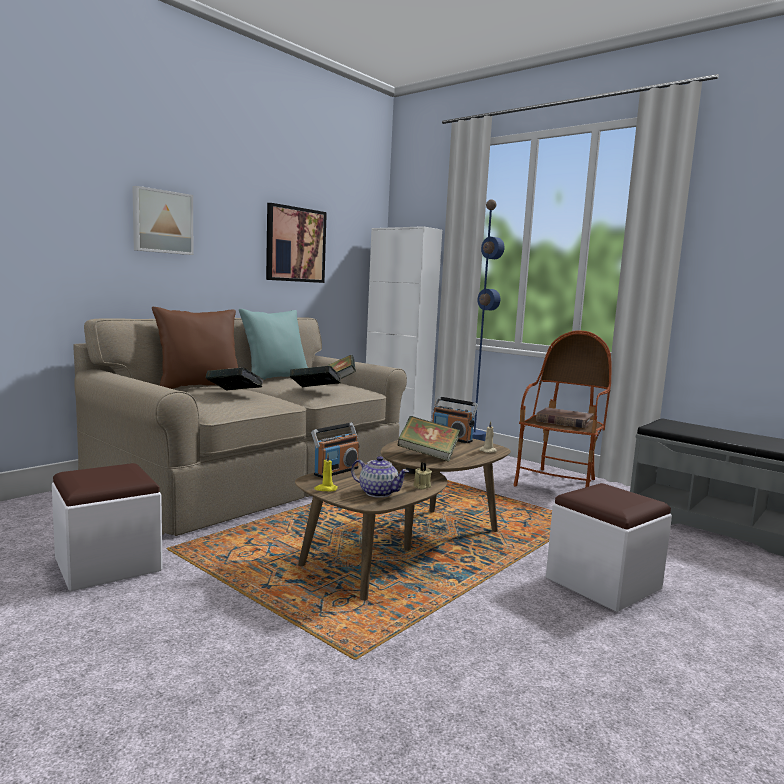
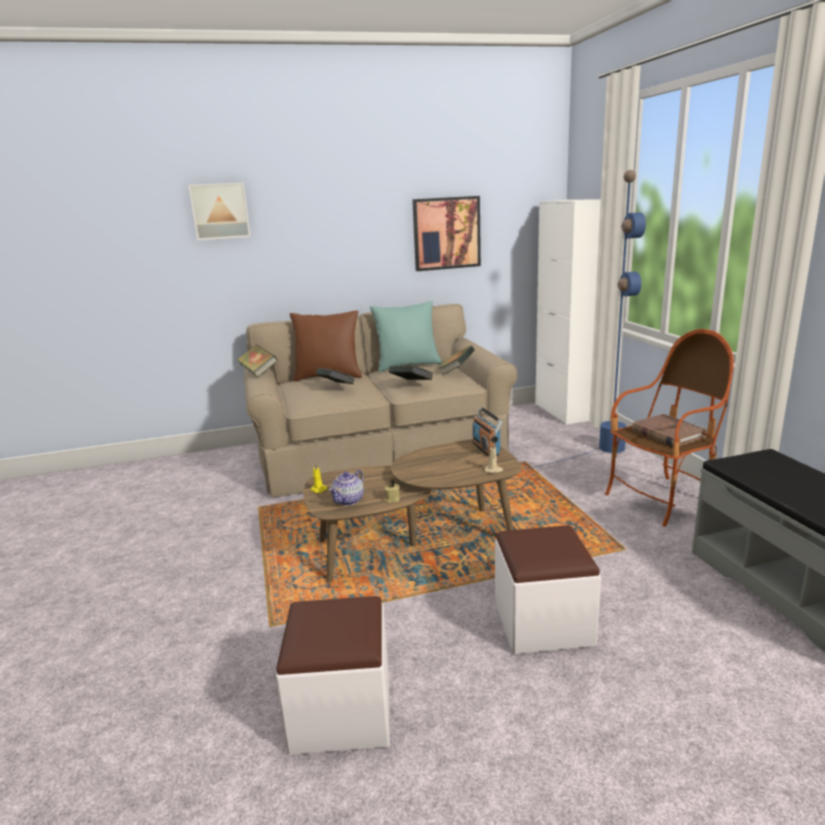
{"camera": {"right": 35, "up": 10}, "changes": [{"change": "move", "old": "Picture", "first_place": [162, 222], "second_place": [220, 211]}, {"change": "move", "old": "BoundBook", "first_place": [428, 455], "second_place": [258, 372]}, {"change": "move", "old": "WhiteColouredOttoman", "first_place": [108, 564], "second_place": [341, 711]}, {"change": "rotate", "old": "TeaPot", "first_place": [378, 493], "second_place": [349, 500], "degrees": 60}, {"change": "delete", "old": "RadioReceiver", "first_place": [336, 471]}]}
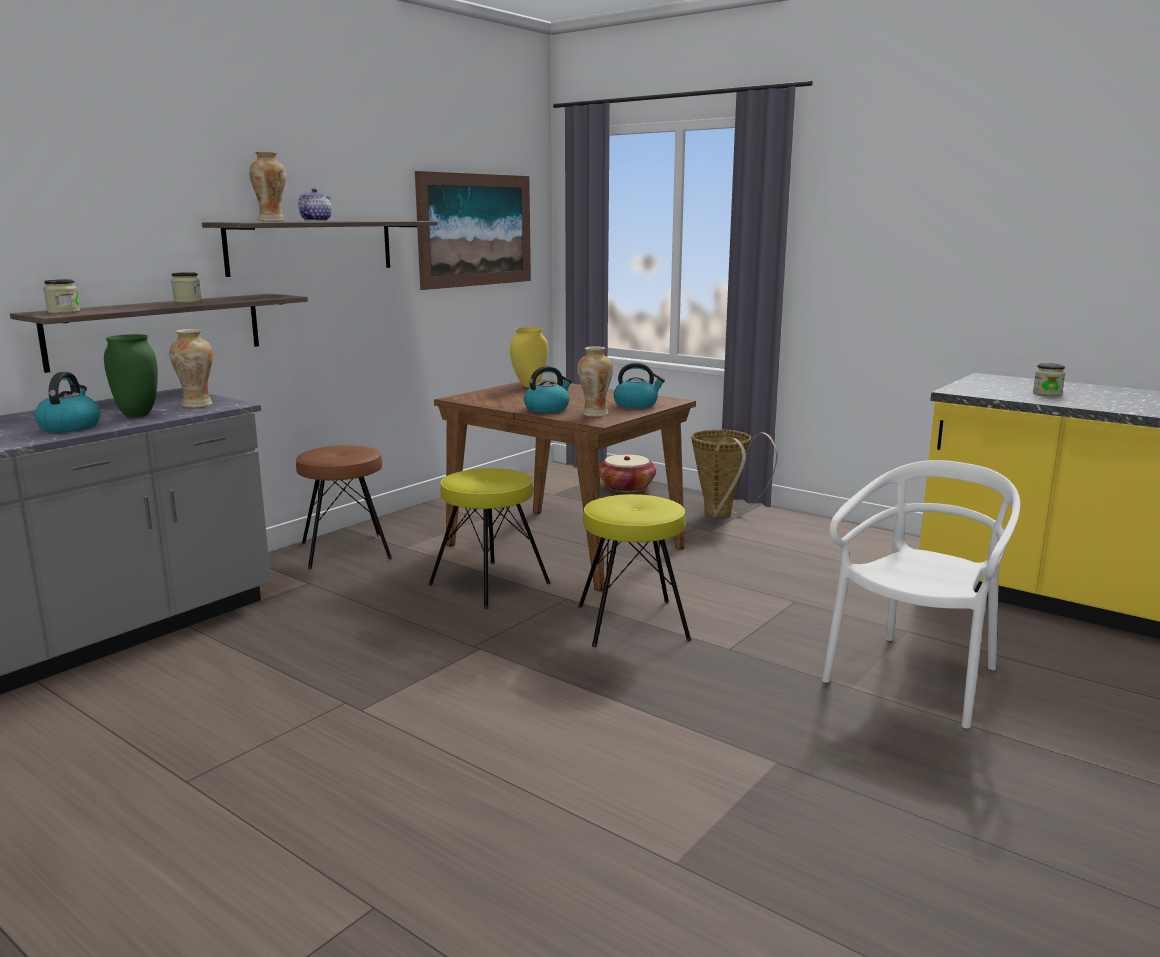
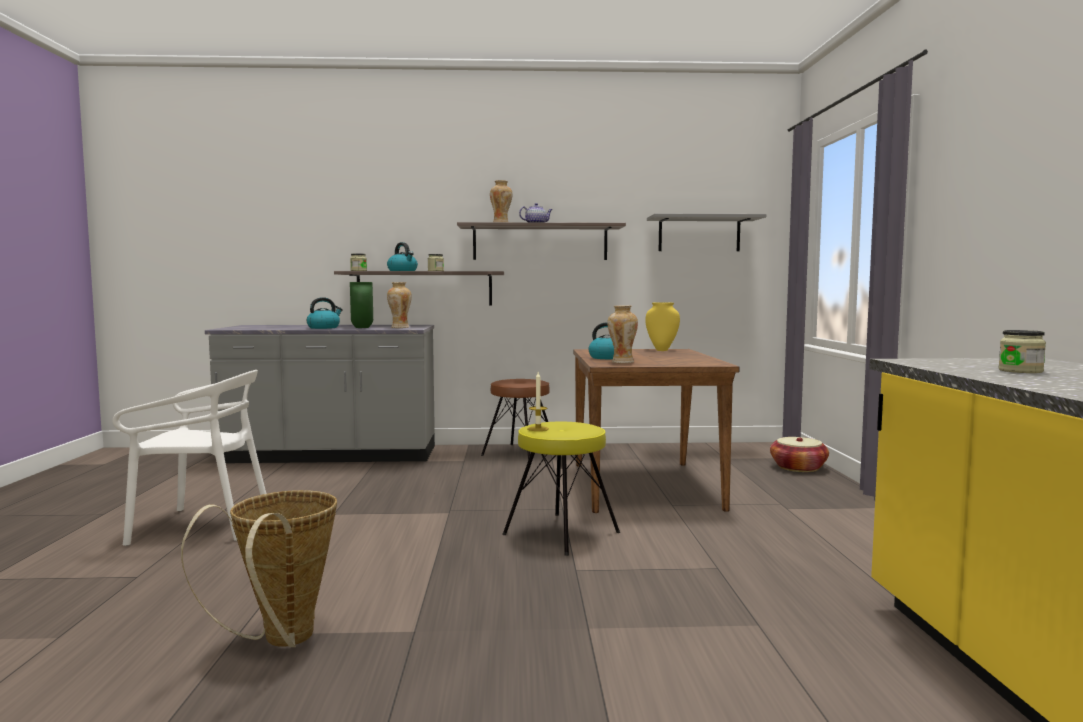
{"camera": {"right": 50, "up": -10}, "changes": [{"change": "move", "old": "WhiteColouredChair", "first_place": [916, 679], "second_place": [201, 526]}, {"change": "move", "old": "StorageBasket", "first_place": [722, 515], "second_place": [281, 642]}, {"change": "move", "old": "WaterKettle", "first_place": [636, 404], "second_place": [403, 271]}, {"change": "insert", "new": "WaxLight", "second_place": [538, 429]}, {"change": "replace", "old": "Picture", "new": "GrayWallShelf", "first_place": [476, 230], "second_place": [699, 234]}, {"change": "delete", "old": "YellowColouredSittingStool", "first_place": [488, 584]}]}
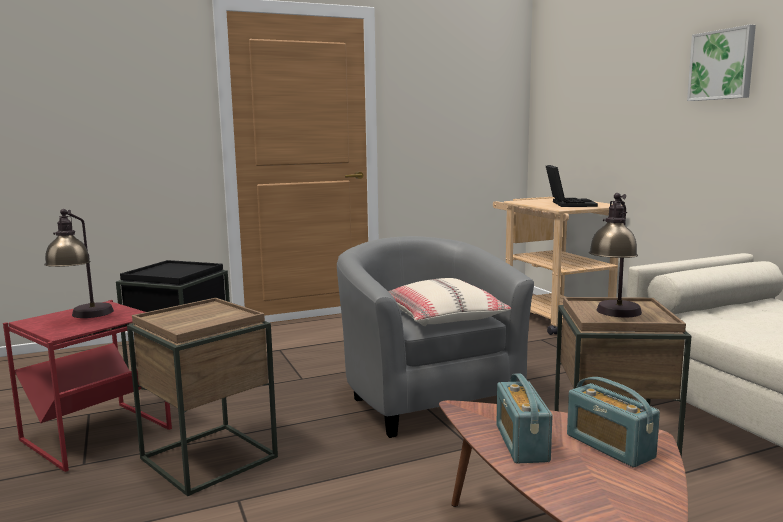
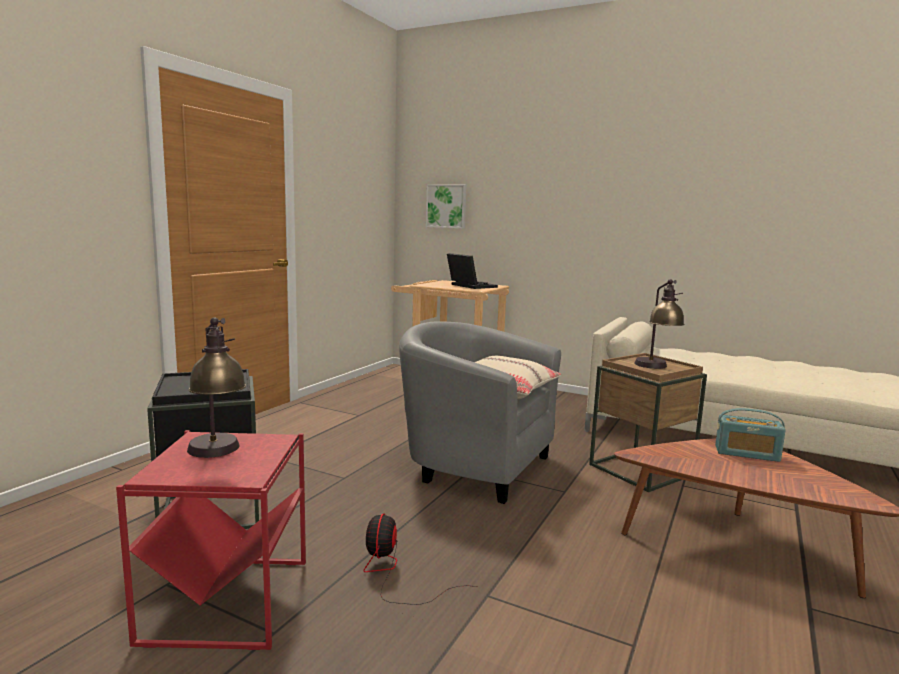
{"camera": {"right": -40, "up": 0}, "changes": [{"change": "replace", "old": "BrownishEndTable", "new": "CoolingFan", "first_place": [209, 457], "second_place": [394, 573]}, {"change": "move", "old": "Picture", "first_place": [722, 65], "second_place": [446, 206]}, {"change": "delete", "old": "RadioReceiver", "first_place": [521, 443]}]}
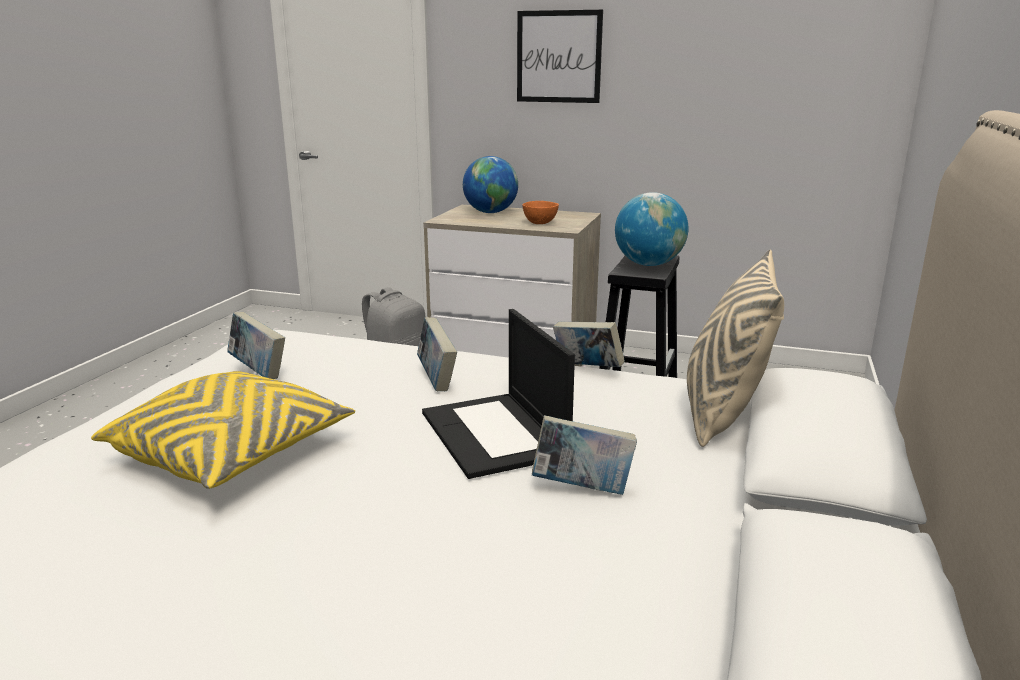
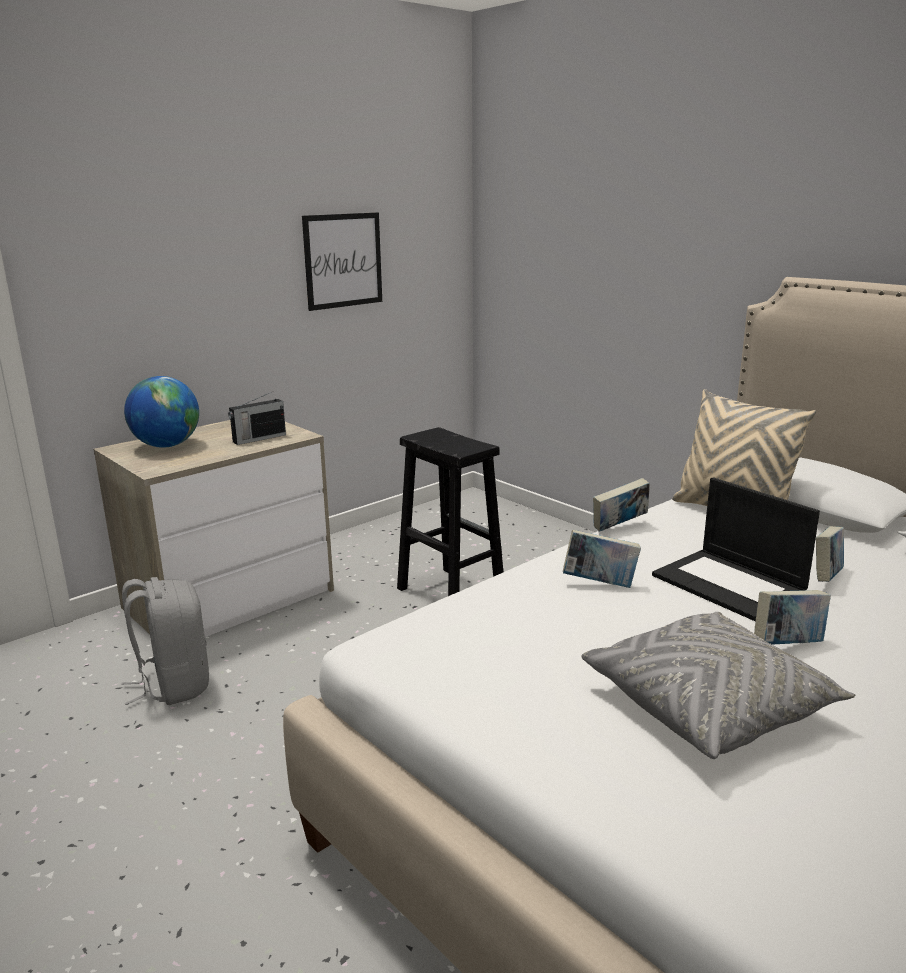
{"camera": {"right": -60, "up": 0}, "changes": [{"change": "replace", "old": "OrangeyDeepDish", "new": "RadioReceiver", "first_place": [540, 223], "second_place": [258, 438]}, {"change": "move", "old": "Picture", "first_place": [559, 57], "second_place": [343, 260]}, {"change": "recolor", "old": "YellowColouredCushion", "new": "GrayCushion", "first_place": [233, 454], "second_place": [709, 705]}, {"change": "rotate", "old": "Laptop", "first_place": [495, 434], "second_place": [730, 584], "degrees": 45}, {"change": "move", "old": "BoundBook", "first_place": [258, 371], "second_place": [787, 645]}, {"change": "delete", "old": "DeskGlobe", "first_place": [648, 264]}]}
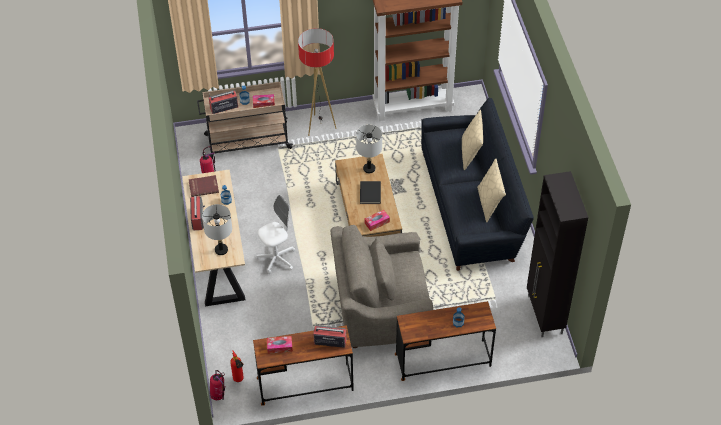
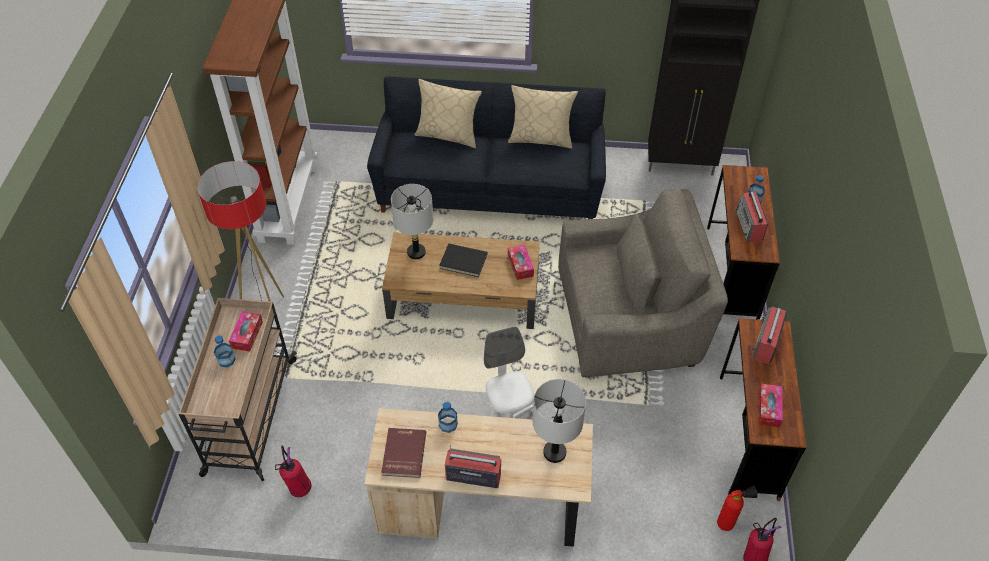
{"camera": {"right": -75, "up": 0}, "changes": [{"change": "rotate", "old": "GrayArmchair", "first_place": [381, 306], "second_place": [630, 317], "degrees": -105}, {"change": "move", "old": "RadioReceiver", "first_place": [223, 107], "second_place": [749, 226]}]}
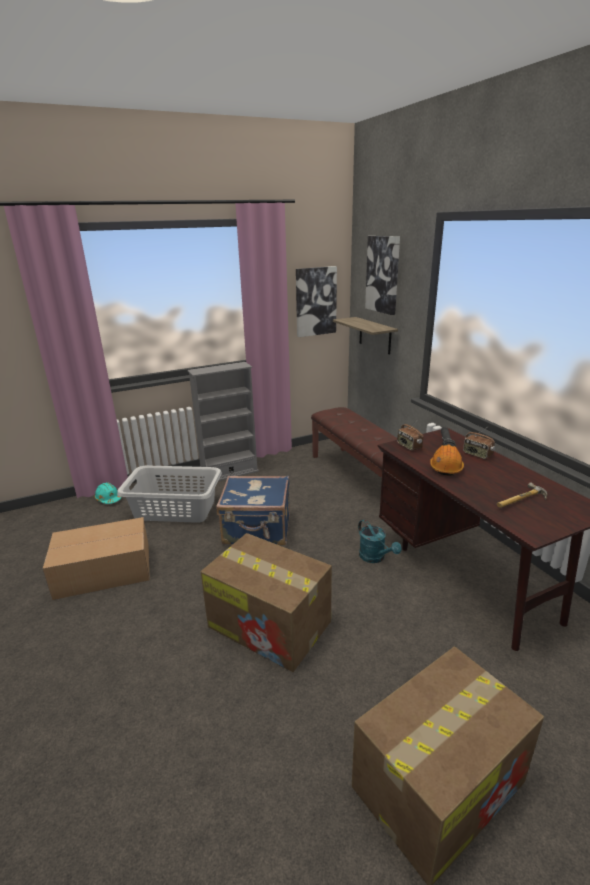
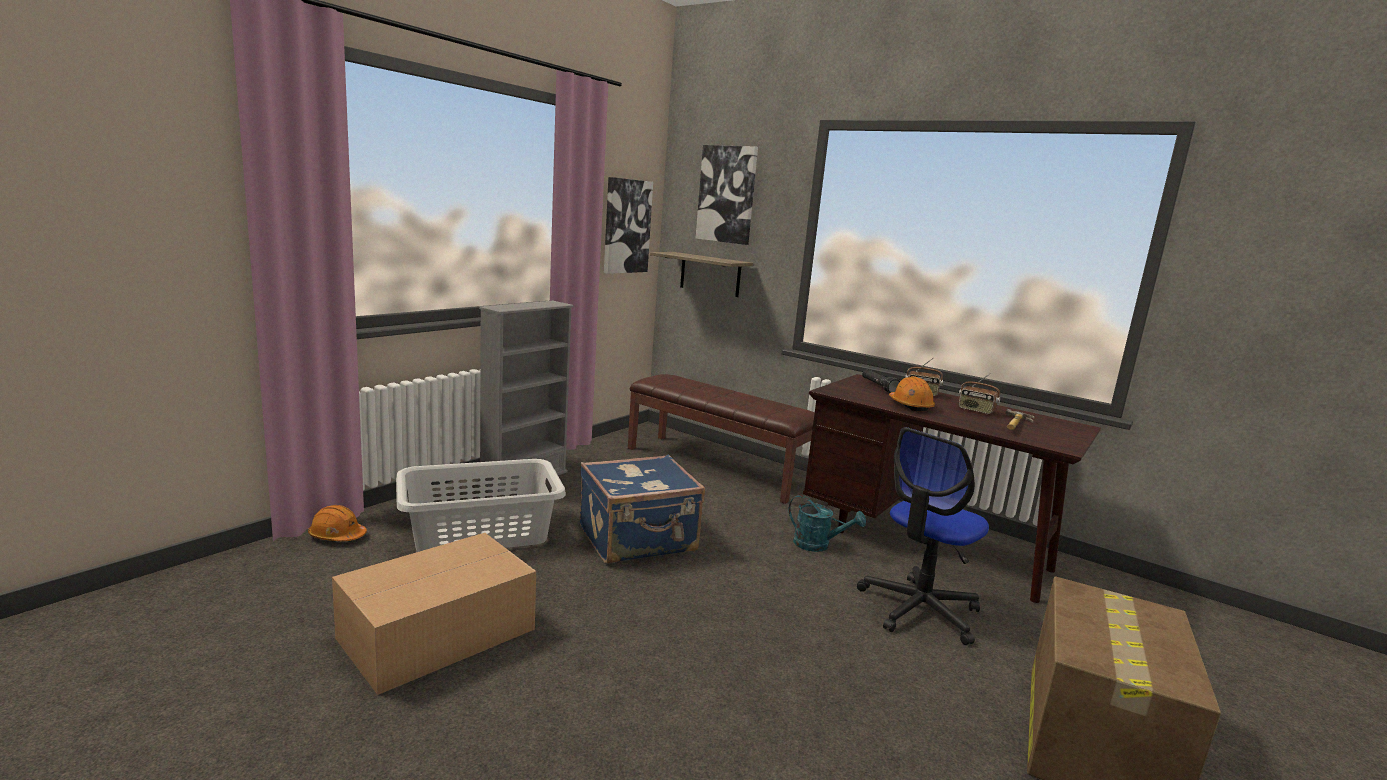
{"camera": {"right": -30, "up": -10}, "changes": [{"change": "recolor", "old": "BlueGreenWorkHelmet", "new": "OrangeyWorkHelmet", "first_place": [108, 499], "second_place": [337, 536]}, {"change": "insert", "new": "OfficeChair", "second_place": [919, 610]}, {"change": "move", "old": "RadioReceiver", "first_place": [408, 446], "second_place": [976, 410]}, {"change": "delete", "old": "PackingBox", "first_place": [271, 625]}]}
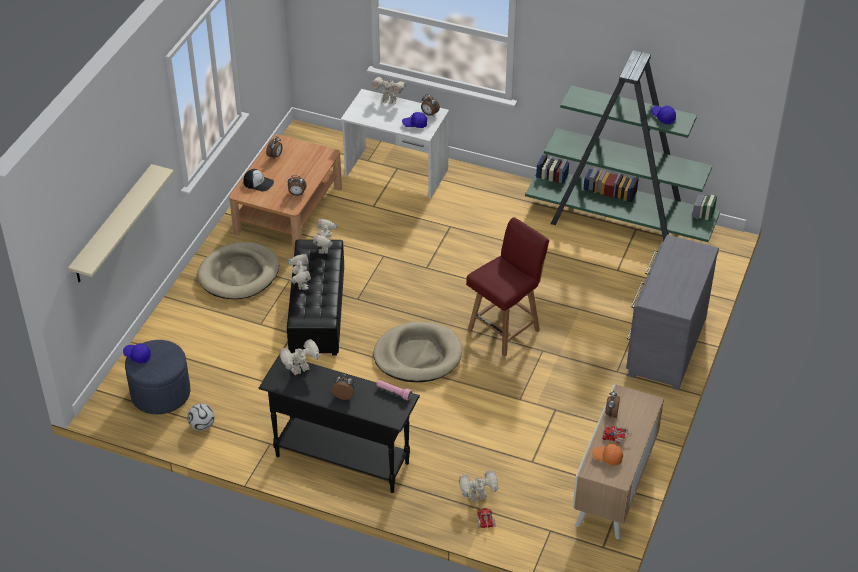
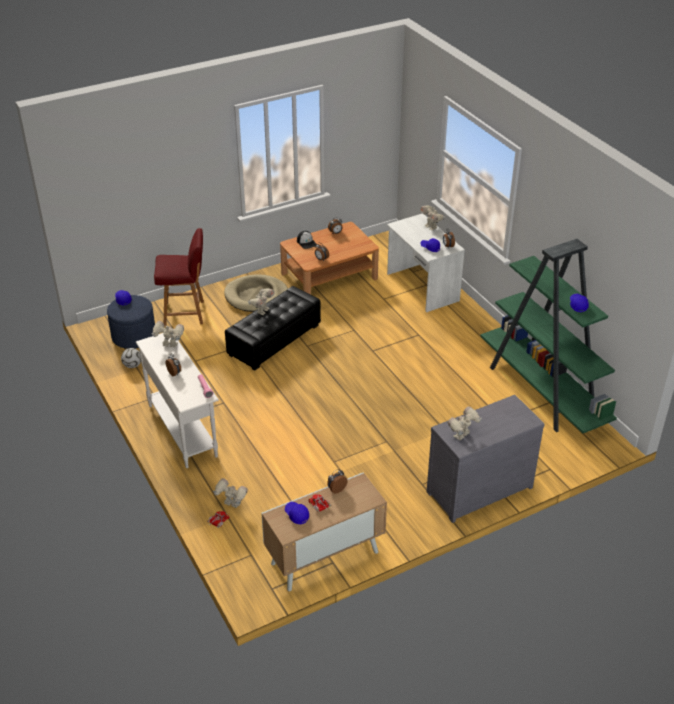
{"camera": {"right": 40, "up": -5}, "changes": [{"change": "recolor", "old": "BlackColouredConsoleTable", "new": "WhiteColouredConsoleTable", "first_place": [342, 459], "second_place": [182, 430]}, {"change": "move", "old": "RedChair", "first_place": [505, 329], "second_place": [185, 313]}, {"change": "recolor", "old": "OrangeyBaseballCap", "new": "BlueColouredBaseballCap", "first_place": [607, 457], "second_place": [296, 515]}, {"change": "move", "old": "RobotFigure", "first_place": [325, 249], "second_place": [462, 436]}, {"change": "delete", "old": "BeigeWallShelf", "first_place": [113, 224]}, {"change": "delete", "old": "BeigePetBed", "first_place": [418, 355]}]}
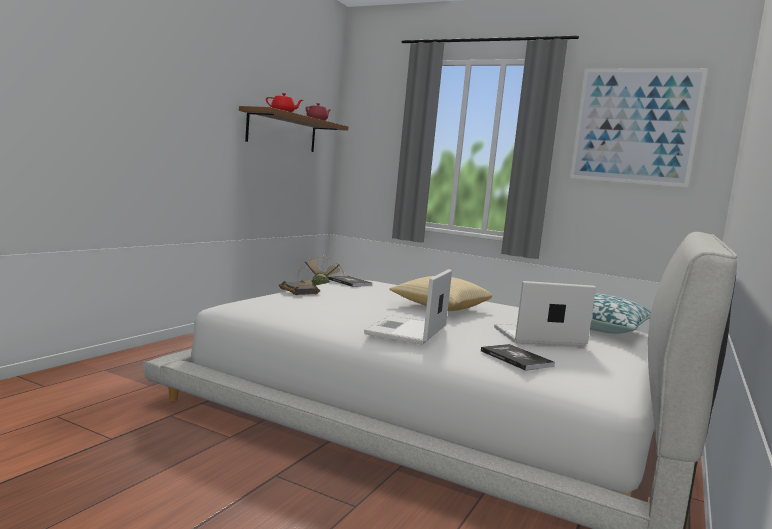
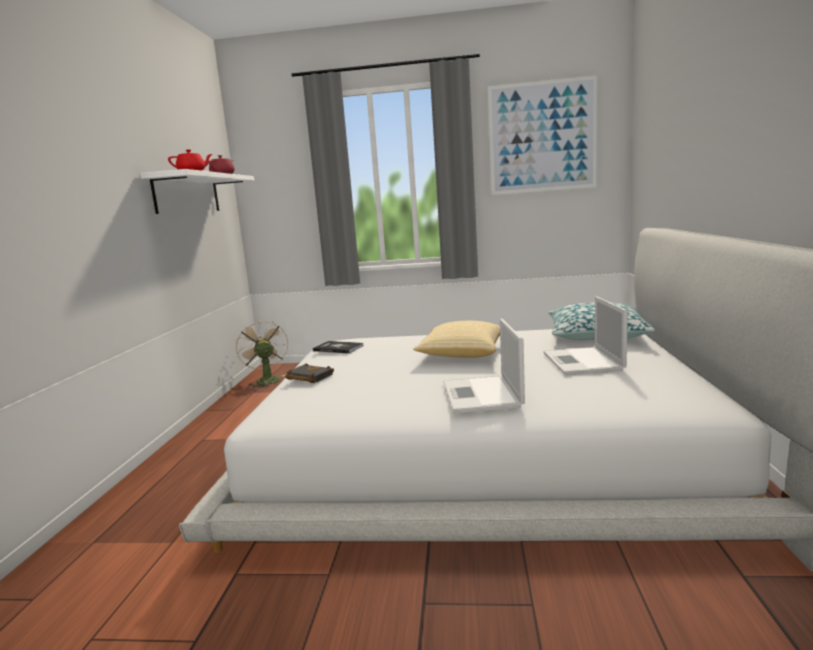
{"camera": {"right": -20, "up": 5}, "changes": [{"change": "recolor", "old": "BrownishWallShelf", "new": "WhiteColouredWallShelf", "first_place": [282, 131], "second_place": [187, 194]}, {"change": "rotate", "old": "Laptop", "first_place": [537, 337], "second_place": [583, 362], "degrees": -60}, {"change": "delete", "old": "BoundBook", "first_place": [516, 358]}]}
